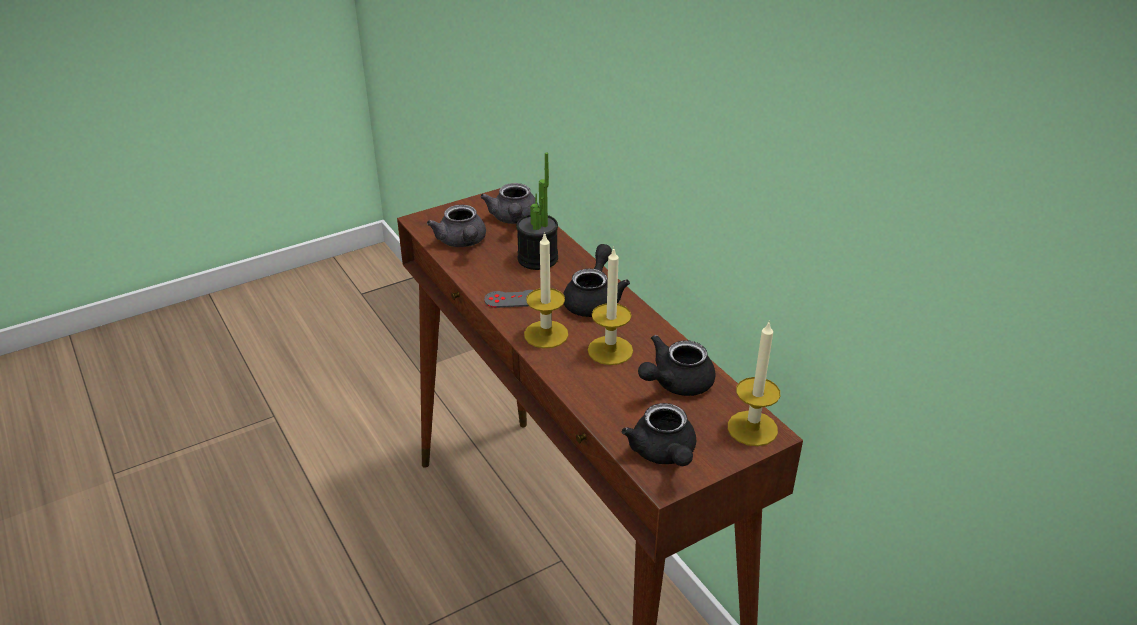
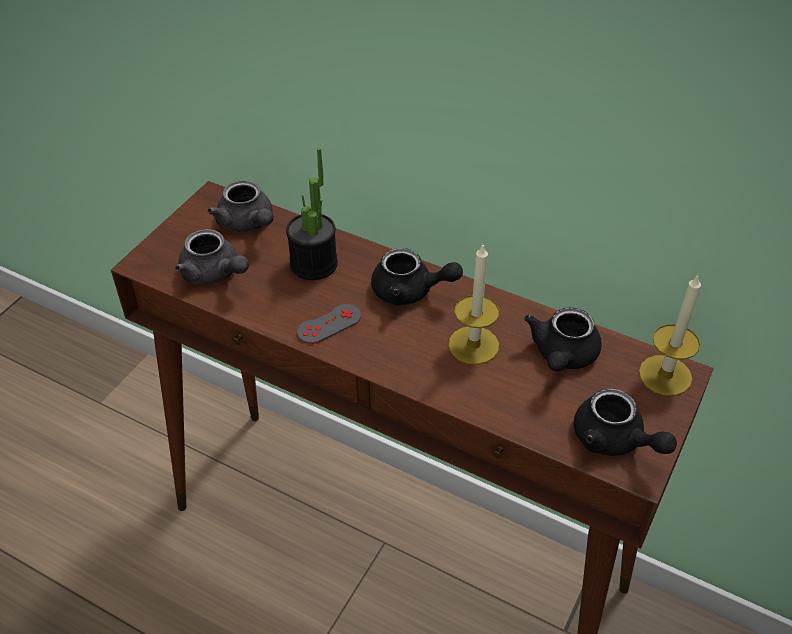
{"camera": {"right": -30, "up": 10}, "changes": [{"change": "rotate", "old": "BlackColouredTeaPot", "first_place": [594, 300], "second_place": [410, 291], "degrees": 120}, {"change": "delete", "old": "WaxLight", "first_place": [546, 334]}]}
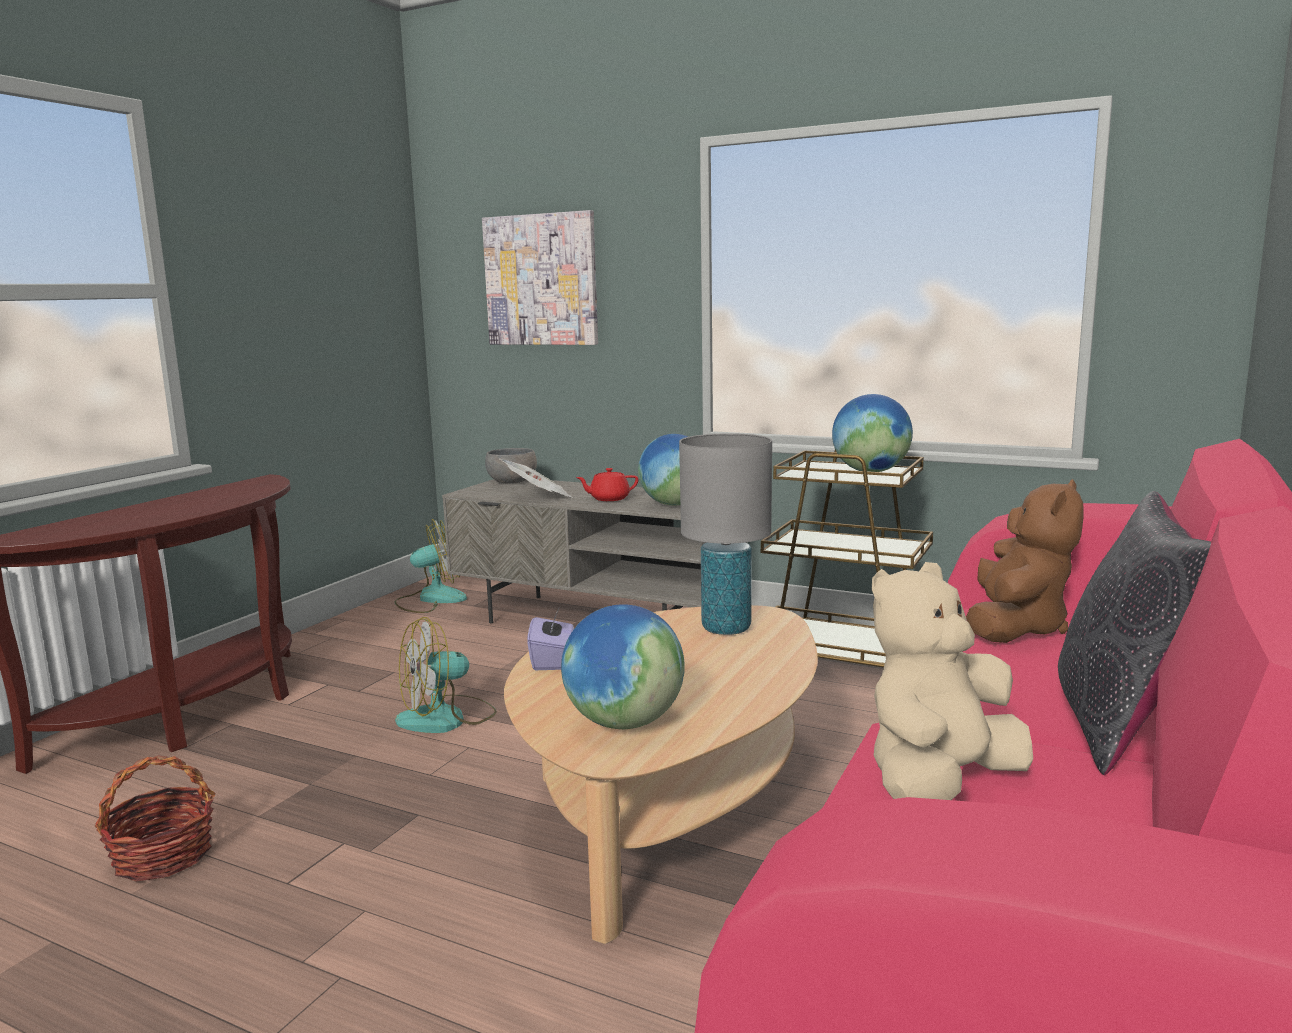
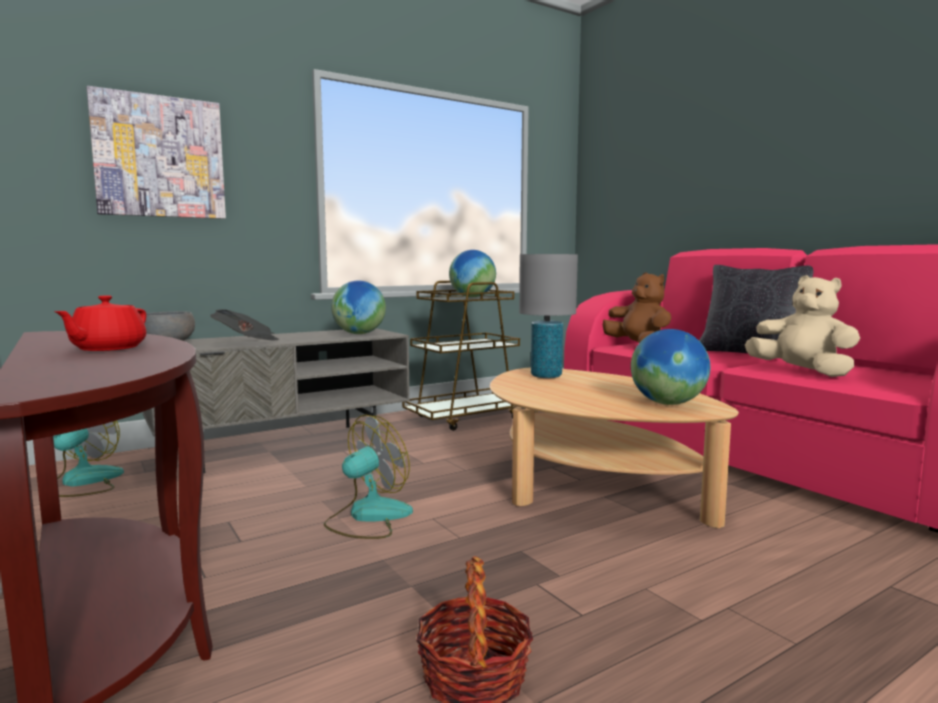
{"camera": {"right": -60, "up": -5}, "changes": [{"change": "move", "old": "RedTeaPot", "first_place": [609, 499], "second_place": [107, 348]}, {"change": "rotate", "old": "CoolingFan", "first_place": [447, 718], "second_place": [368, 517], "degrees": -135}, {"change": "rotate", "old": "BeigeSoftToy", "first_place": [940, 784], "second_place": [802, 372], "degrees": 150}, {"change": "delete", "old": "PurplishTissueBox", "first_place": [552, 660]}]}
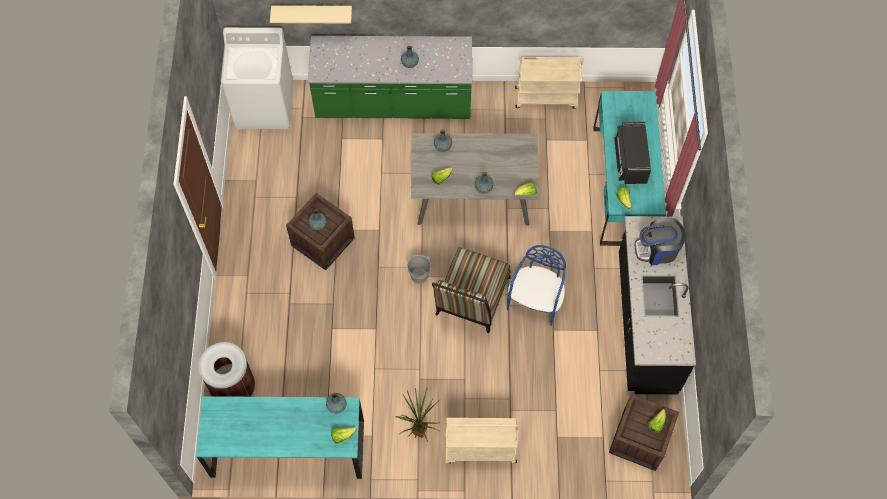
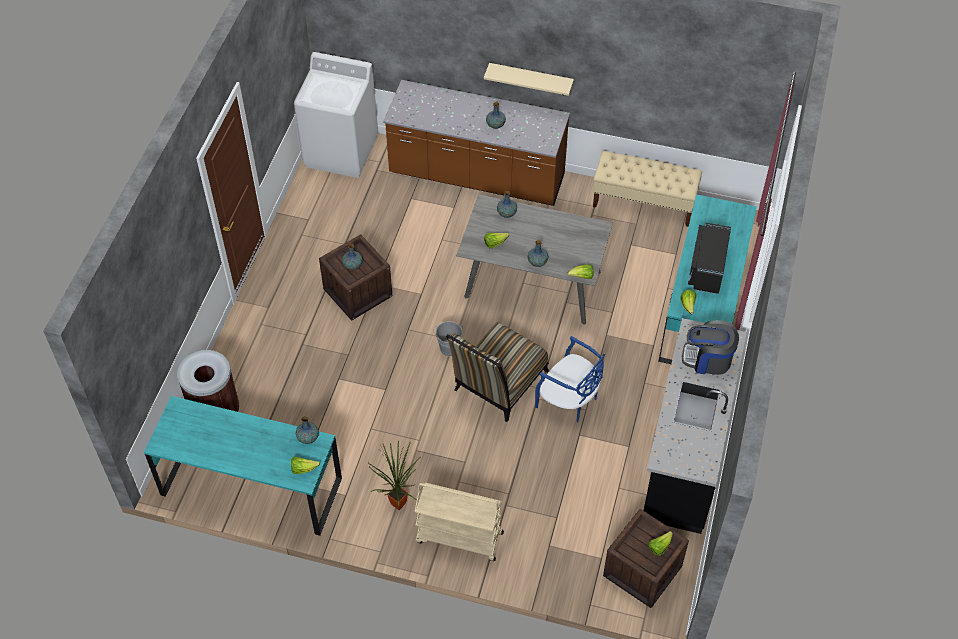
{"camera": {"right": 15, "up": -10}, "changes": [{"change": "recolor", "old": "GreenishCounter", "new": "BrownishCounter", "first_place": [393, 103], "second_place": [476, 176]}, {"change": "move", "old": "BeigeWallShelf", "first_place": [312, 12], "second_place": [531, 79]}, {"change": "rotate", "old": "BlueColouredChair", "first_place": [535, 300], "second_place": [569, 400], "degrees": 90}, {"change": "replace", "old": "BeigeCart", "new": "BeigeLongSeat", "first_place": [546, 97], "second_place": [644, 203]}]}
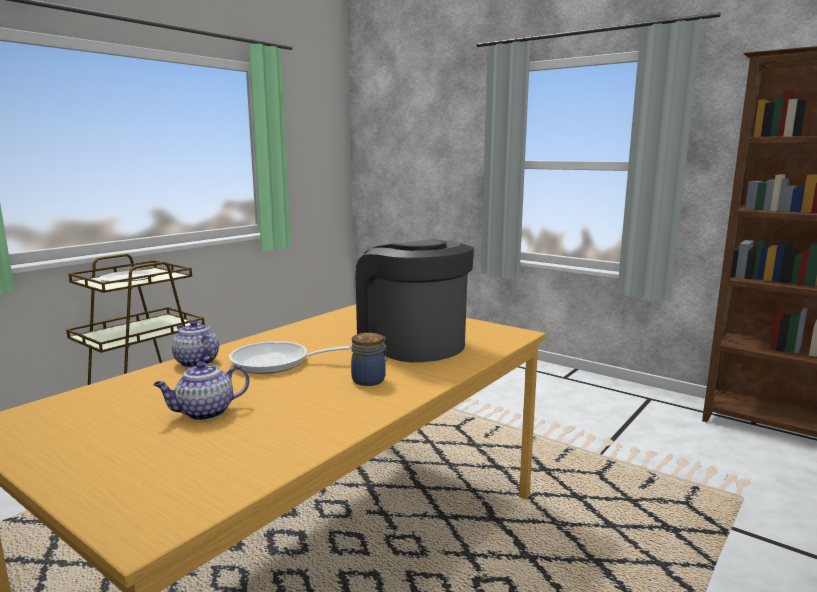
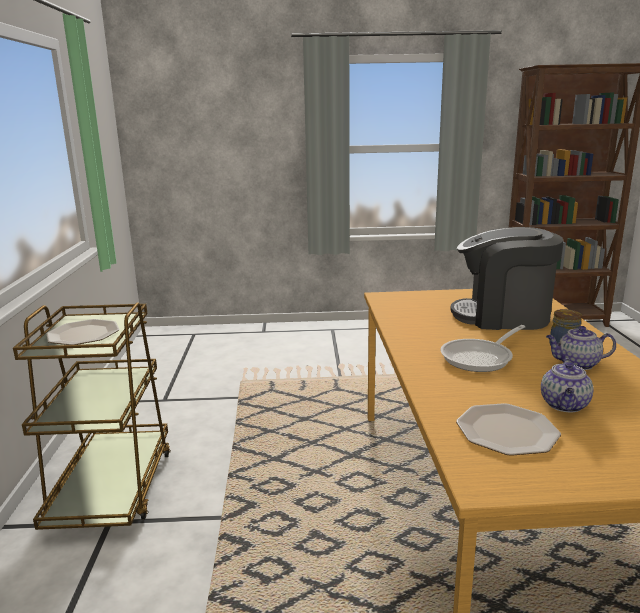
{"camera": {"right": -40, "up": 5}, "changes": [{"change": "insert", "new": "FlatDish", "second_place": [506, 430]}, {"change": "move", "old": "TeaPot", "first_place": [196, 362], "second_place": [577, 364]}]}
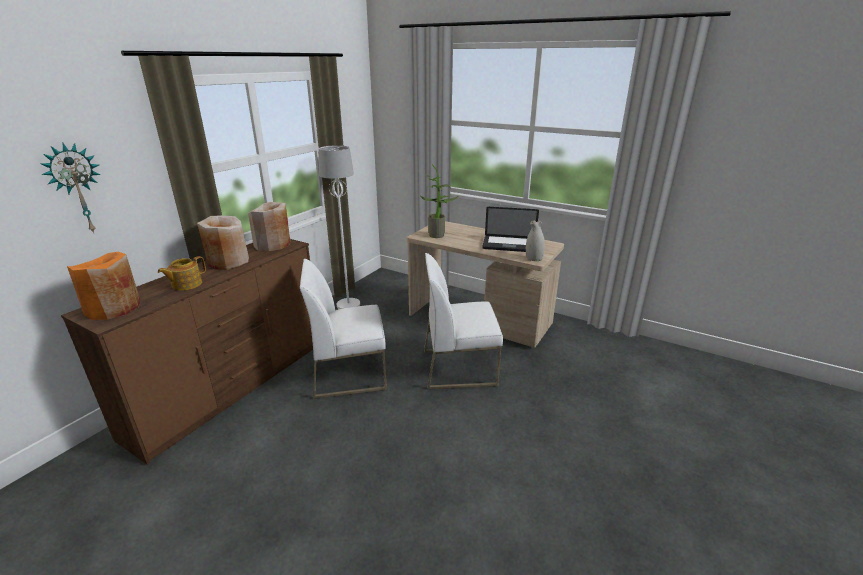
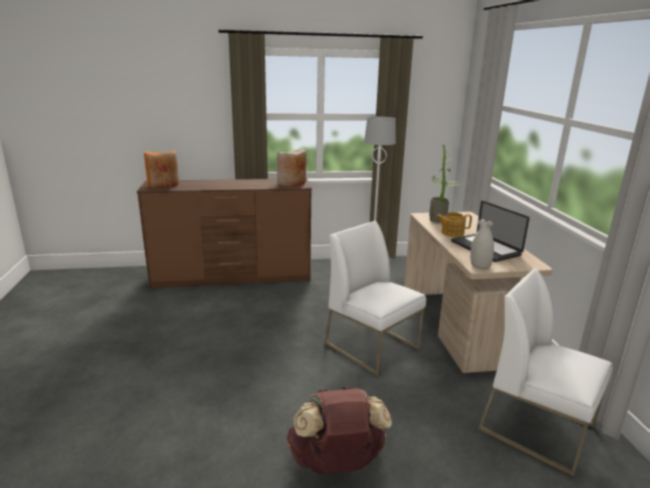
{"camera": {"right": 50, "up": -5}, "changes": [{"change": "insert", "new": "BrownishBackpack", "second_place": [336, 463]}, {"change": "move", "old": "TeaPot", "first_place": [186, 284], "second_place": [452, 233]}, {"change": "move", "old": "WhiteColouredChair", "first_place": [350, 373], "second_place": [538, 427]}, {"change": "delete", "old": "ClockOnTheWall", "first_place": [76, 189]}, {"change": "delete", "old": "BeigeFlowerVase", "first_place": [228, 262]}]}
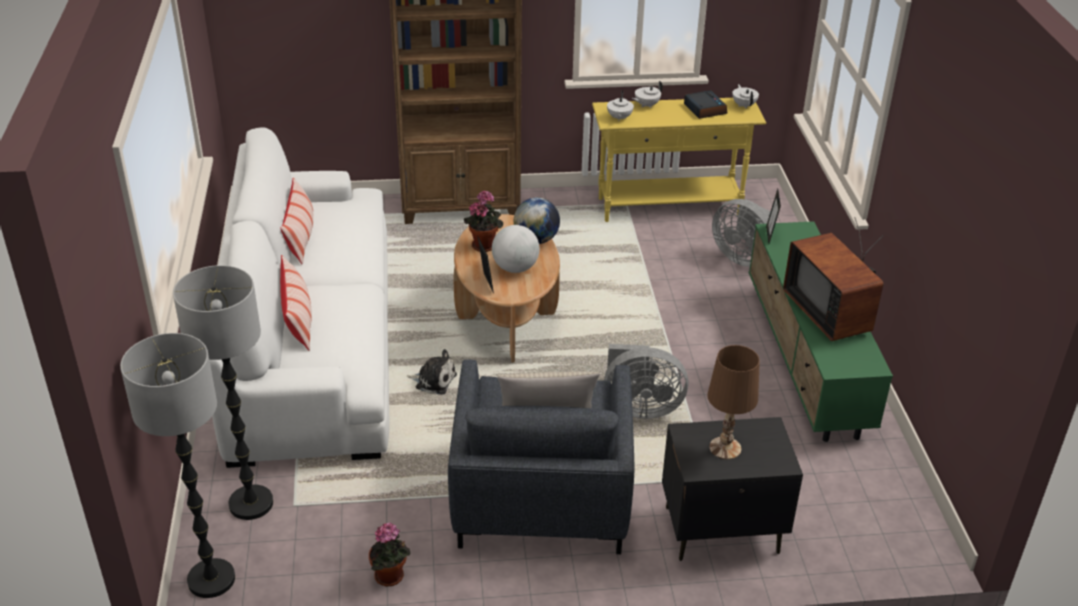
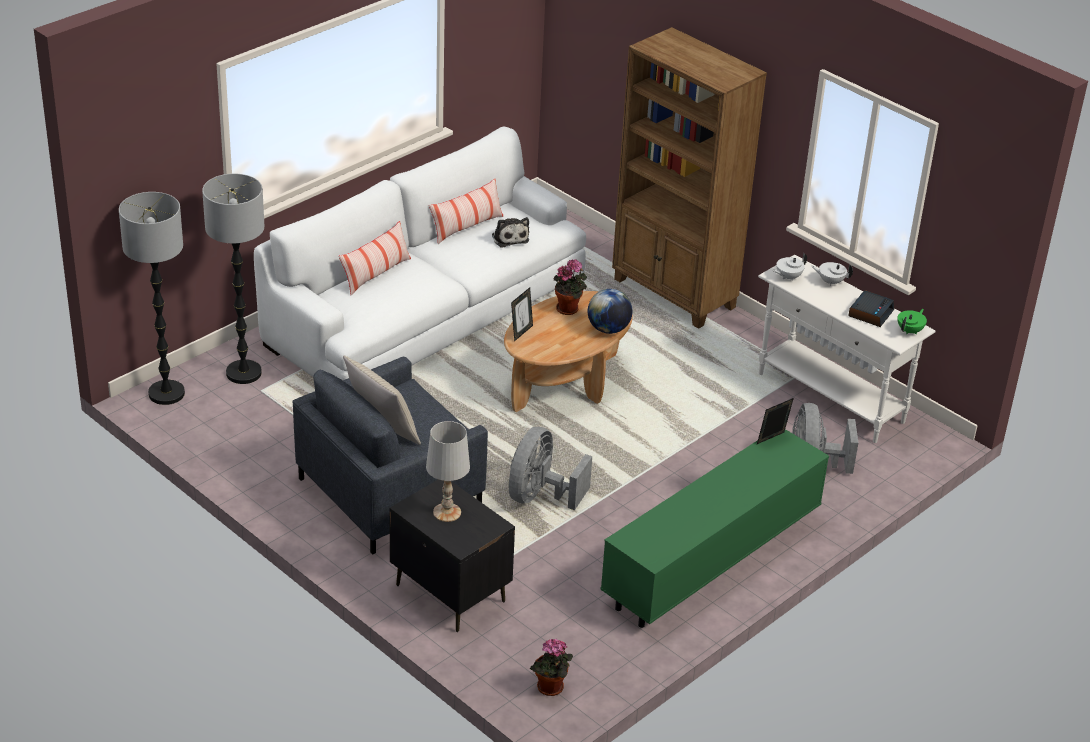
{"camera": {"right": 50, "up": 0}, "changes": [{"change": "recolor", "old": "BrownishTableLamp", "new": "WhiteColouredTableLamp", "first_place": [724, 448], "second_place": [447, 512]}, {"change": "move", "old": "SoftToy", "first_place": [433, 380], "second_place": [509, 237]}, {"change": "rotate", "old": "GrayCoolingFan", "first_place": [640, 407], "second_place": [540, 496], "degrees": 60}, {"change": "move", "old": "PlantInAPot", "first_place": [391, 577], "second_place": [550, 689]}, {"change": "recolor", "old": "YellowColouredConsoleTable", "new": "WhiteColouredConsoleTable", "first_place": [669, 207], "second_place": [830, 398]}, {"change": "recolor", "old": "WhiteColouredTeaPot", "new": "GreenishTeaPot", "first_place": [744, 105], "second_place": [910, 331]}, {"change": "delete", "old": "DeskGlobe", "first_place": [515, 268]}, {"change": "delete", "old": "TvSet", "first_place": [831, 312]}]}
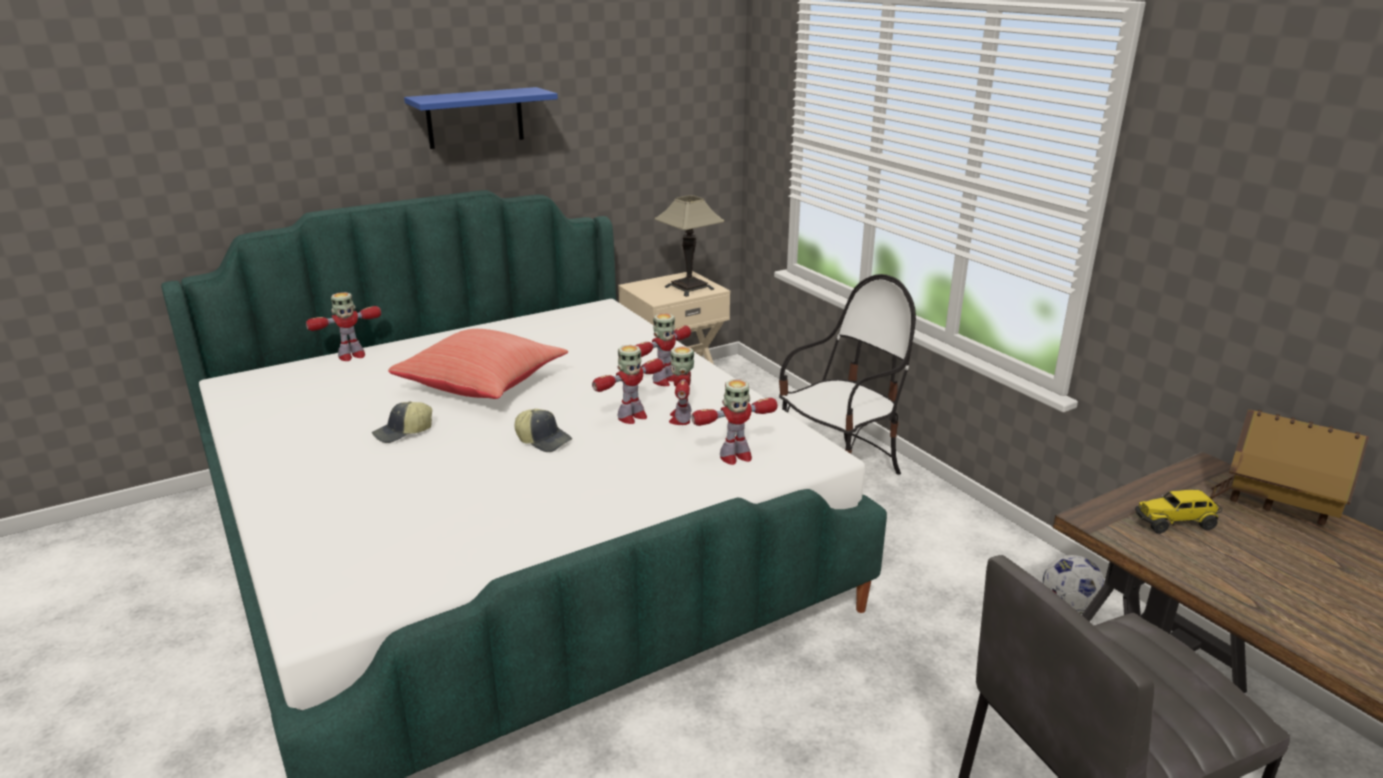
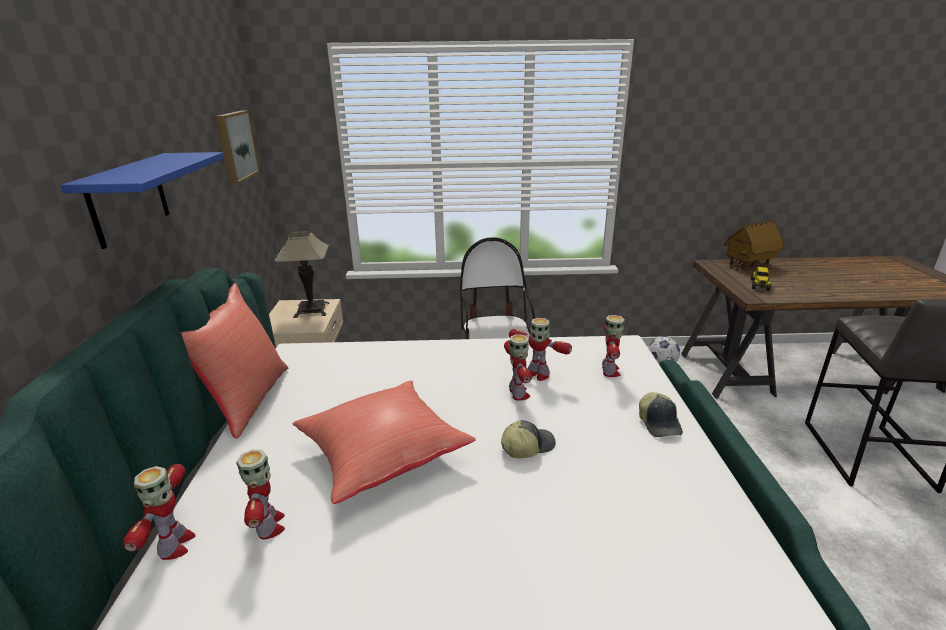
{"camera": {"right": -60, "up": 0}, "changes": [{"change": "insert", "new": "RedCushion", "second_place": [248, 399]}, {"change": "insert", "new": "Picture", "second_place": [235, 146]}, {"change": "move", "old": "RobotFigure", "first_place": [665, 380], "second_place": [269, 526]}, {"change": "move", "old": "BaseballCap", "first_place": [403, 433], "second_place": [659, 423]}]}
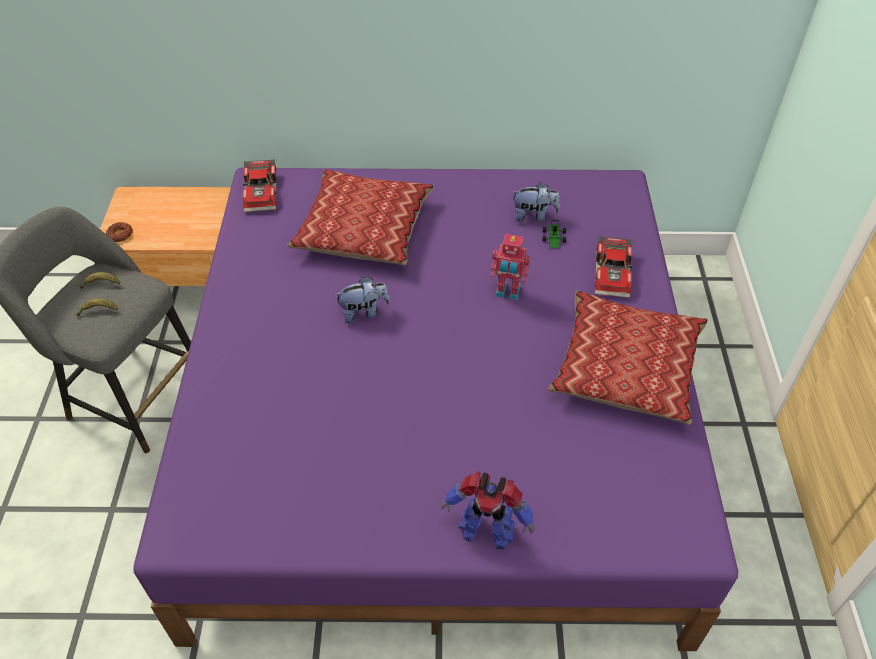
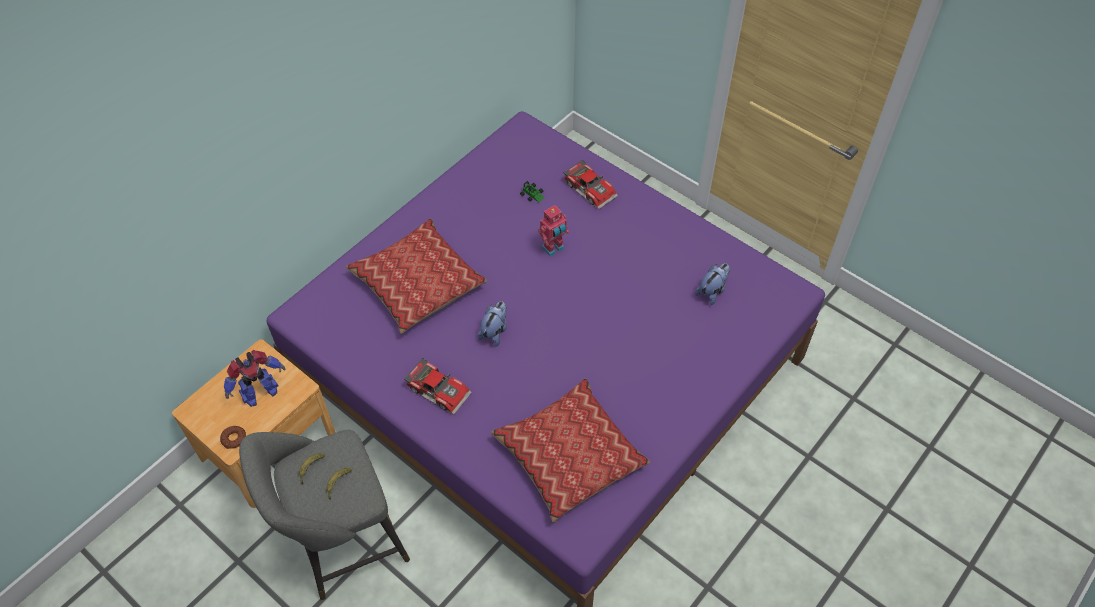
{"camera": {"right": -50, "up": 5}, "changes": [{"change": "move", "old": "RobotFigure", "first_place": [486, 530], "second_place": [259, 393]}, {"change": "move", "old": "ToyCar", "first_place": [263, 192], "second_place": [439, 389]}, {"change": "move", "old": "Cushion", "first_place": [626, 366], "second_place": [569, 455]}, {"change": "move", "old": "SoftToy", "first_place": [534, 216], "second_place": [712, 291]}]}
